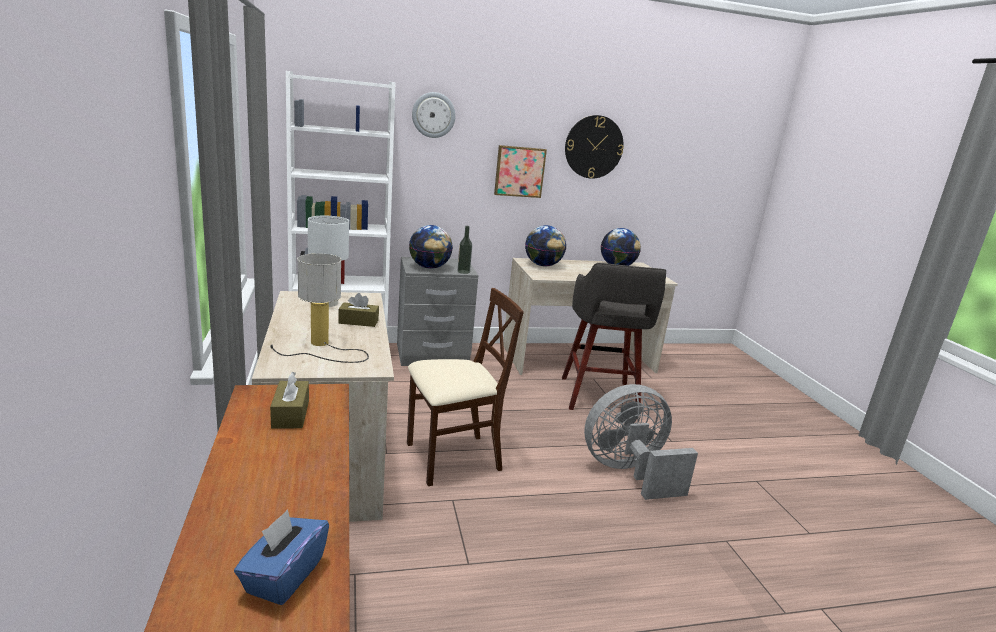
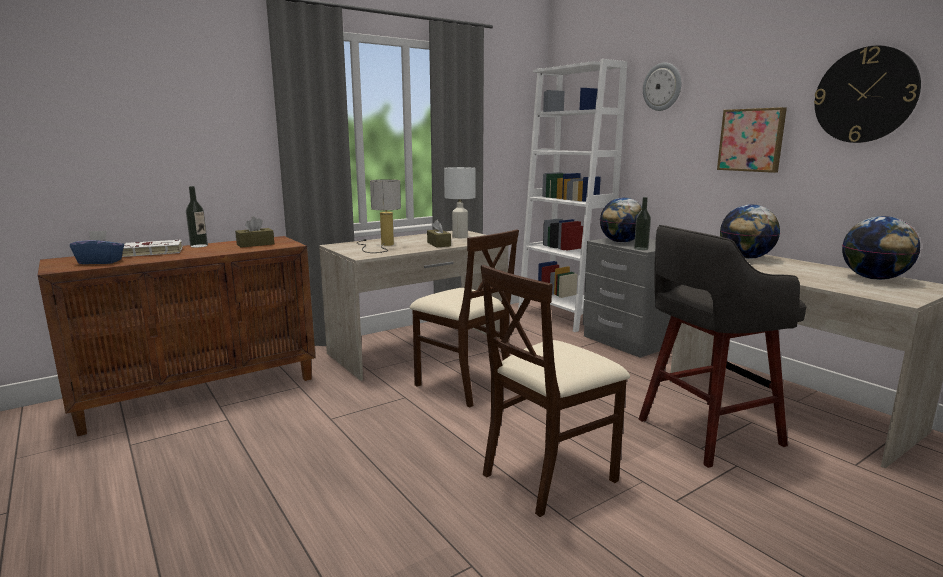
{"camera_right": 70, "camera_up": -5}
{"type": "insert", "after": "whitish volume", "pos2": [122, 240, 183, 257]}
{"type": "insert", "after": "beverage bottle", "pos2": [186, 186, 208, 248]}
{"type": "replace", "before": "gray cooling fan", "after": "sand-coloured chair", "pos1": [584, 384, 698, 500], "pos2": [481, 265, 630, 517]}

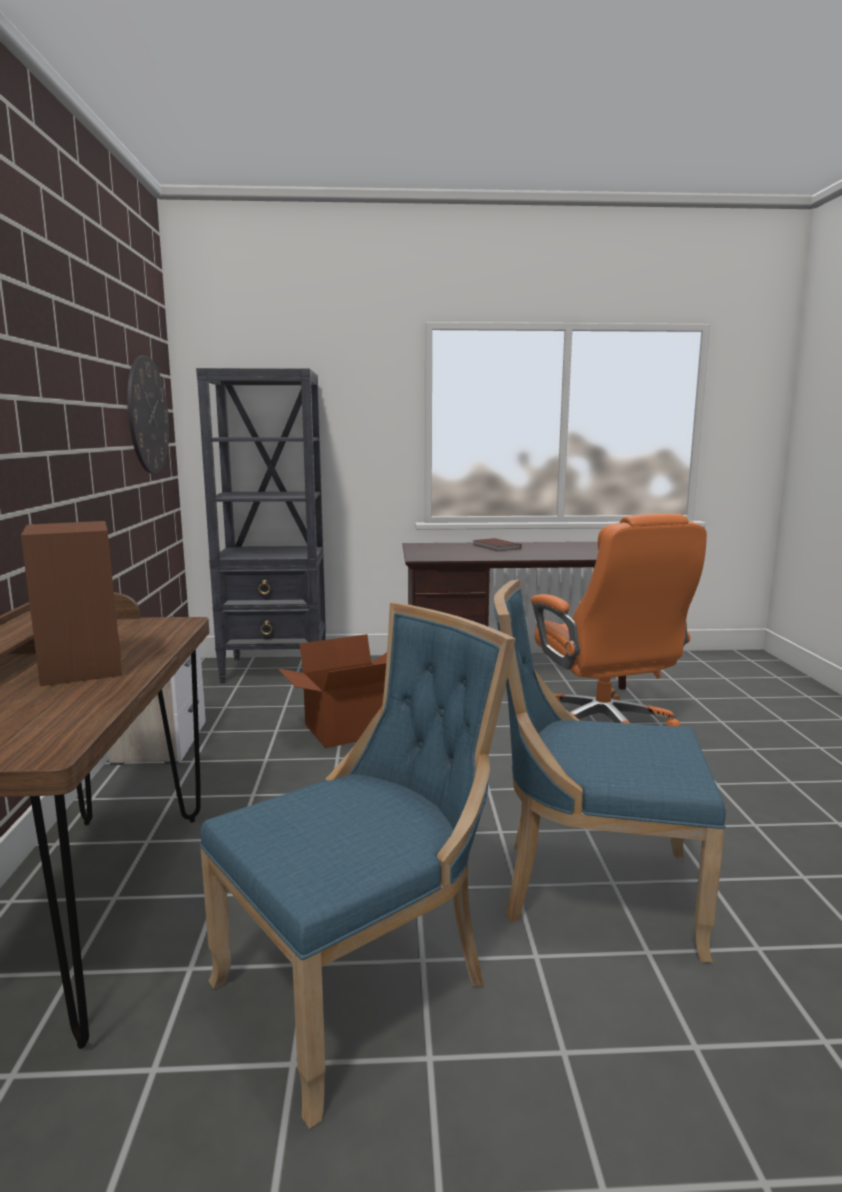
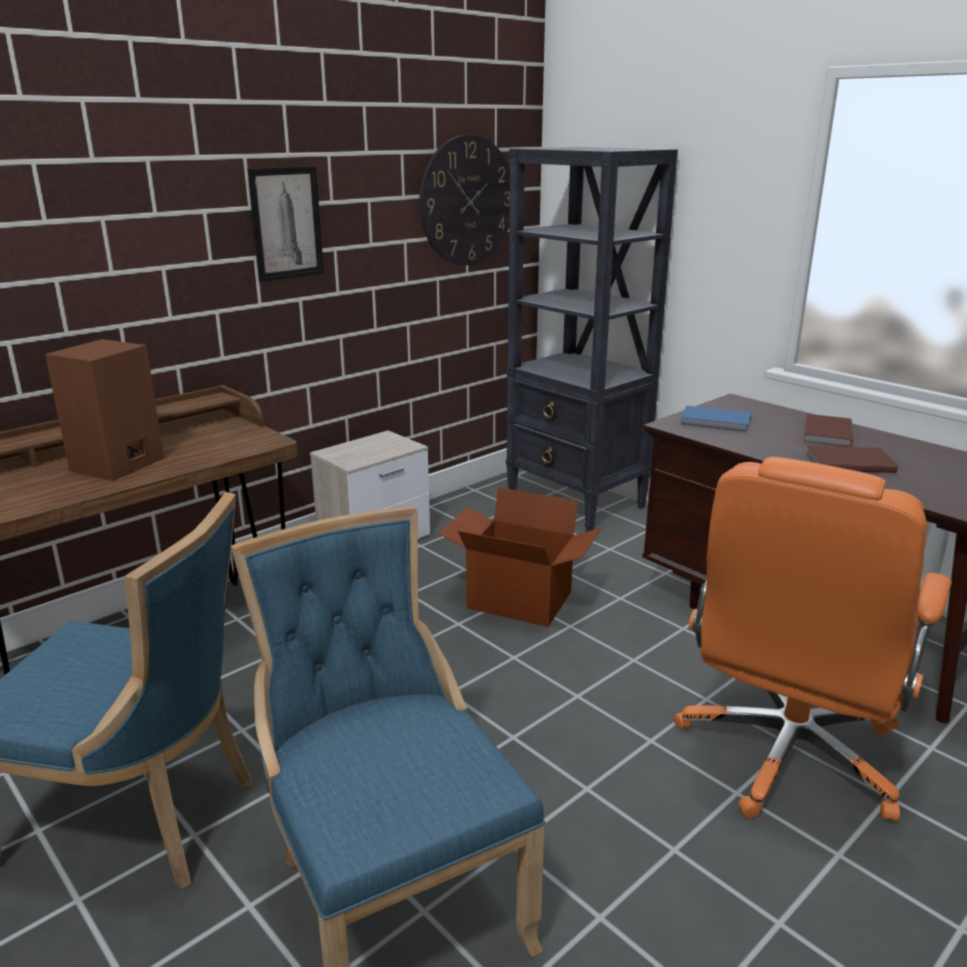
{"camera_right": 50, "camera_up": 10}
{"type": "insert", "after": "wall art", "pos2": [247, 166, 324, 282]}
{"type": "insert", "after": "bluish volume", "pos2": [679, 406, 752, 432]}
{"type": "insert", "after": "brown-coloured volume", "pos2": [806, 446, 898, 473]}

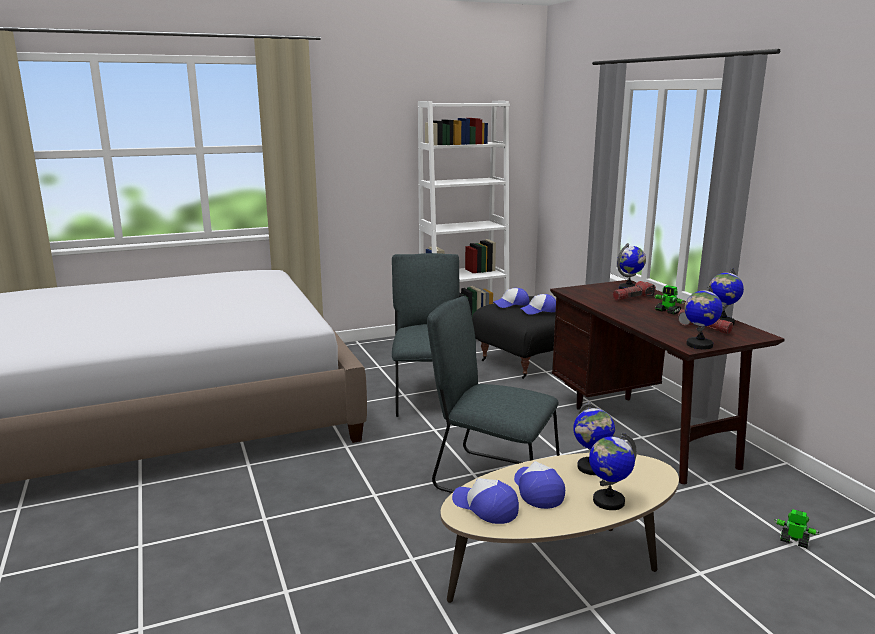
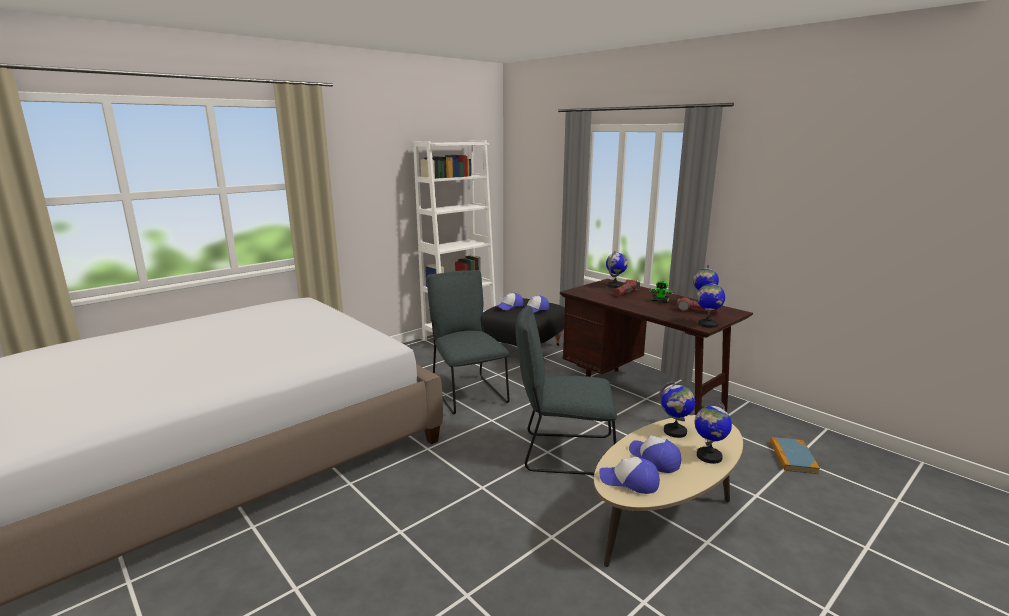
{"camera_right": -20, "camera_up": 0}
{"type": "replace", "before": "model robot", "after": "volume", "pos1": [774, 509, 819, 548], "pos2": [770, 437, 820, 474]}

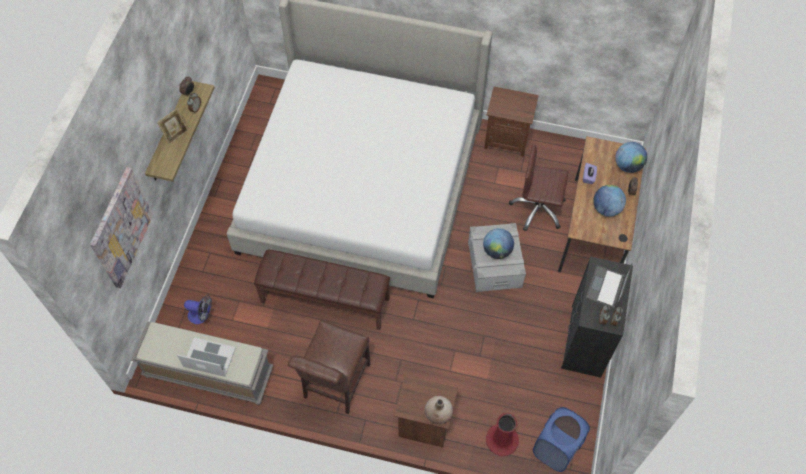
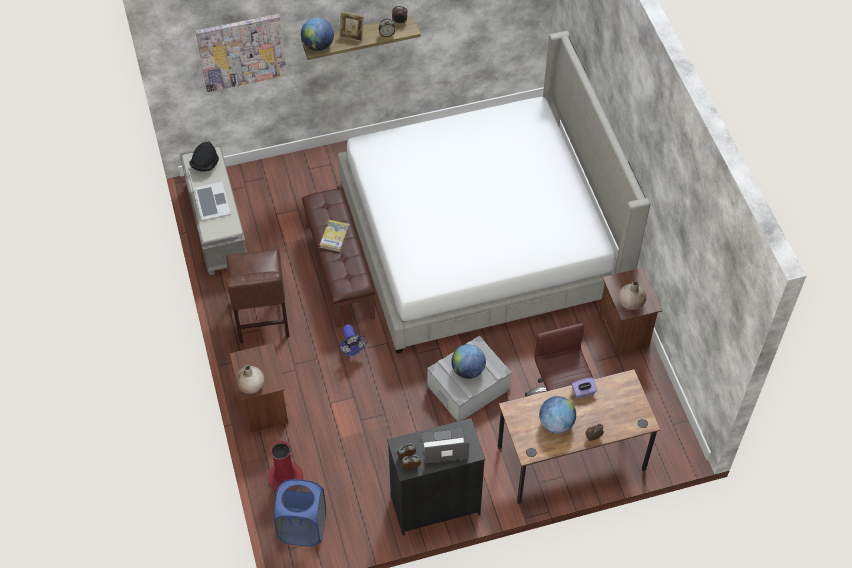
{"camera_right": 60, "camera_up": -5}
{"type": "insert", "after": "black hat", "pos2": [189, 142, 219, 172]}
{"type": "rotate", "before": "brown-coloured chair", "pos1": [288, 320, 370, 414], "pos2": [226, 249, 290, 343], "turn": -90}
{"type": "move", "before": "globe", "pos1": [615, 142, 647, 173], "pos2": [301, 17, 334, 51]}
{"type": "insert", "after": "volume", "pos2": [320, 220, 350, 252]}
{"type": "move", "before": "cooling fan", "pos1": [184, 295, 212, 324], "pos2": [339, 324, 368, 356]}
{"type": "insert", "after": "sand-coloured decorative vase", "pos2": [618, 281, 646, 310]}

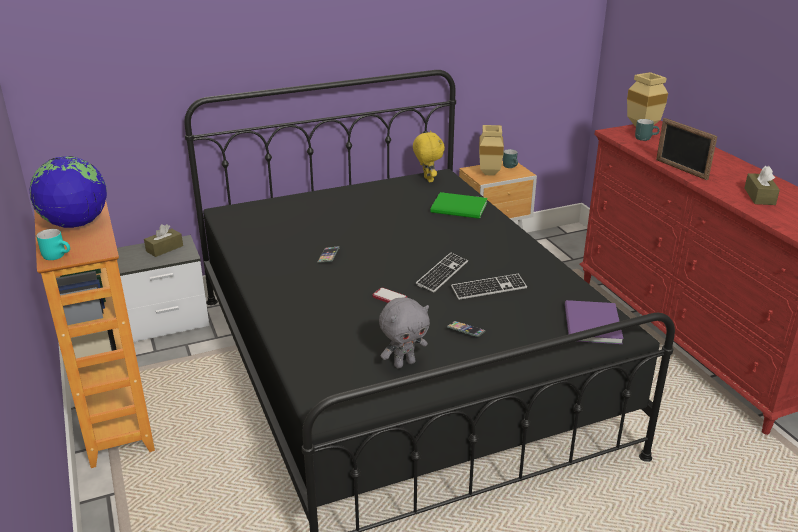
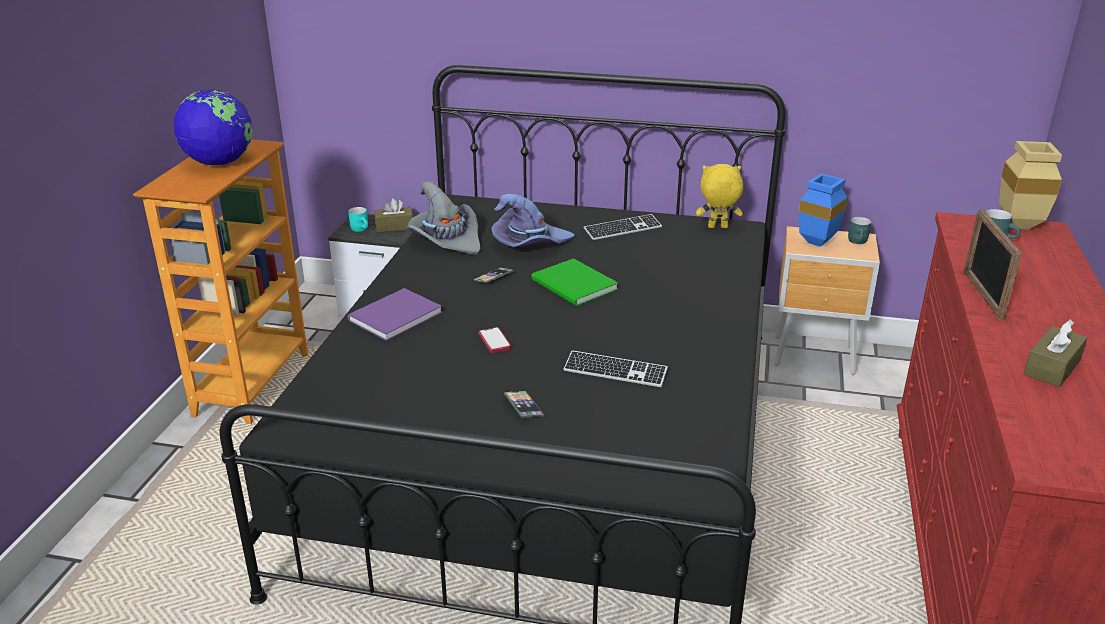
{"camera_right": 35, "camera_up": 0}
{"type": "move", "before": "purple-coloured volume", "pos1": [565, 300, 623, 344], "pos2": [347, 288, 442, 341]}
{"type": "move", "before": "turquoise-coloured mug", "pos1": [36, 229, 70, 260], "pos2": [348, 207, 368, 232]}
{"type": "insert", "after": "gray hat", "pos2": [407, 181, 481, 255]}
{"type": "insert", "after": "purple-coloured hat", "pos2": [492, 194, 575, 247]}
{"type": "move", "before": "greenish volume", "pos1": [430, 192, 487, 219], "pos2": [531, 258, 618, 306]}
{"type": "move", "before": "PC keyboard", "pos1": [416, 253, 468, 292], "pos2": [584, 214, 662, 240]}
{"type": "rotate", "before": "yellowish cuddly toy", "pos1": [413, 131, 445, 182], "pos2": [696, 164, 743, 228], "turn": -105}
{"type": "recolor", "before": "sand-coloured decorative vase", "after": "bluish decorative vase", "pos1": [479, 125, 504, 176], "pos2": [799, 173, 848, 247]}
{"type": "delete", "before": "gray cuddly toy", "pos1": [379, 297, 430, 369]}

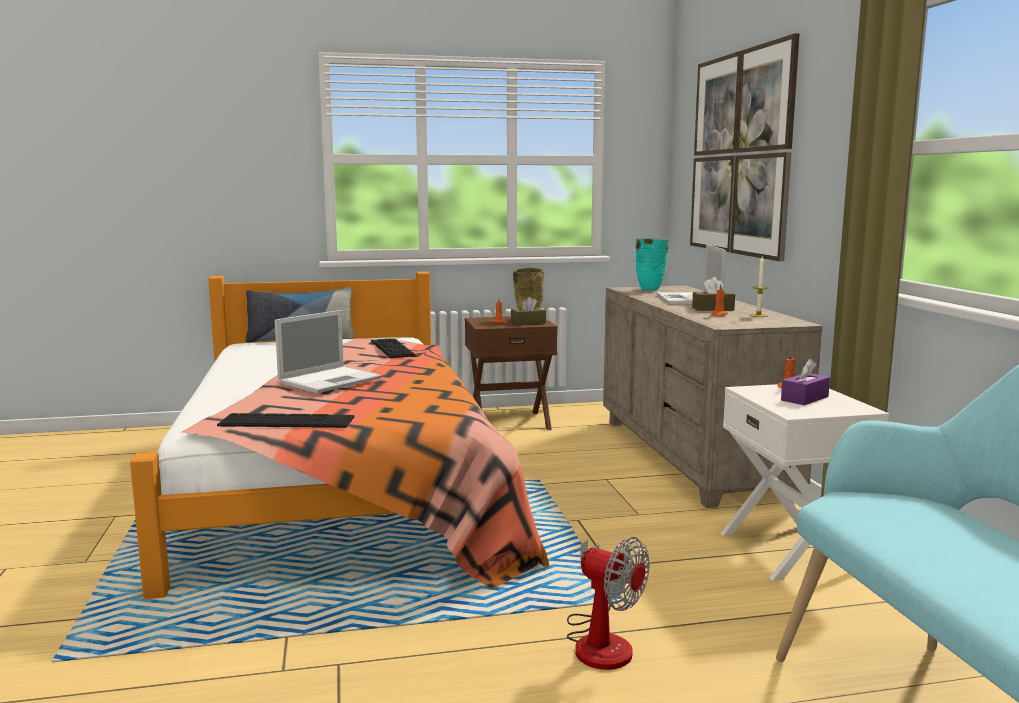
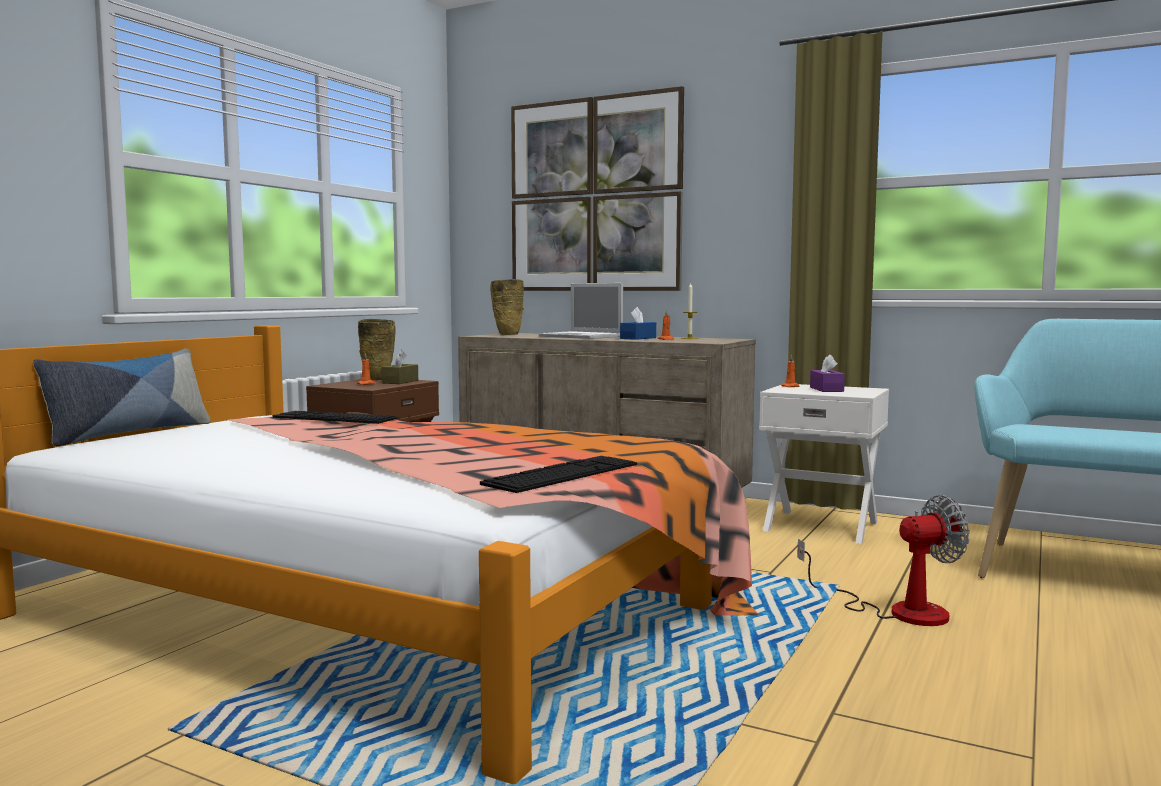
{"camera_right": -50, "camera_up": -5}
{"type": "recolor", "before": "turquoise-coloured decorative vase", "after": "sand-coloured decorative vase", "pos1": [636, 238, 669, 290], "pos2": [490, 279, 524, 335]}
{"type": "recolor", "before": "brown-coloured tissue box", "after": "bluish tissue box", "pos1": [692, 277, 735, 311], "pos2": [620, 307, 656, 340]}
{"type": "delete", "before": "portable computer", "pos1": [275, 310, 382, 393]}

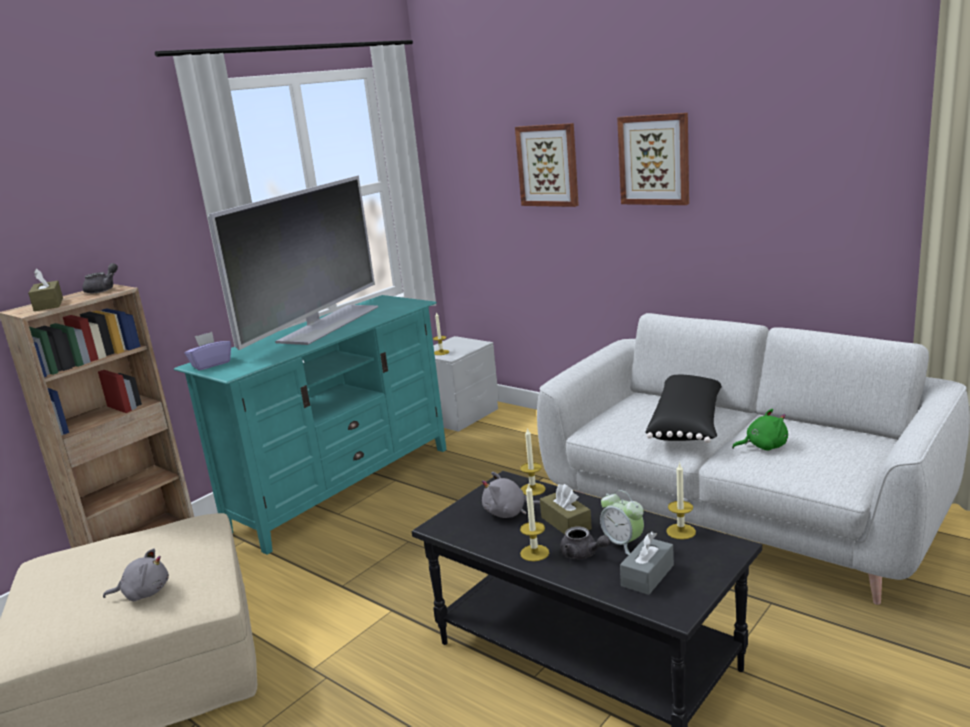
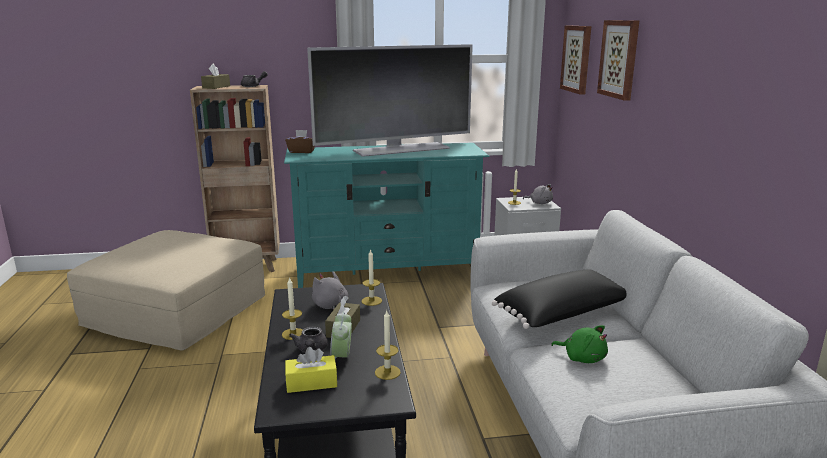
{"camera_right": 40, "camera_up": 0}
{"type": "recolor", "before": "purple-coloured tissue box", "after": "brown-coloured tissue box", "pos1": [185, 332, 231, 370], "pos2": [285, 130, 315, 153]}
{"type": "recolor", "before": "gray tissue box", "after": "yellowish tissue box", "pos1": [620, 532, 674, 595], "pos2": [285, 347, 337, 393]}
{"type": "move", "before": "gray cuddly toy", "pos1": [103, 548, 169, 601], "pos2": [523, 184, 553, 204]}
{"type": "move", "before": "wall art", "pos1": [617, 113, 689, 205], "pos2": [560, 26, 591, 95]}

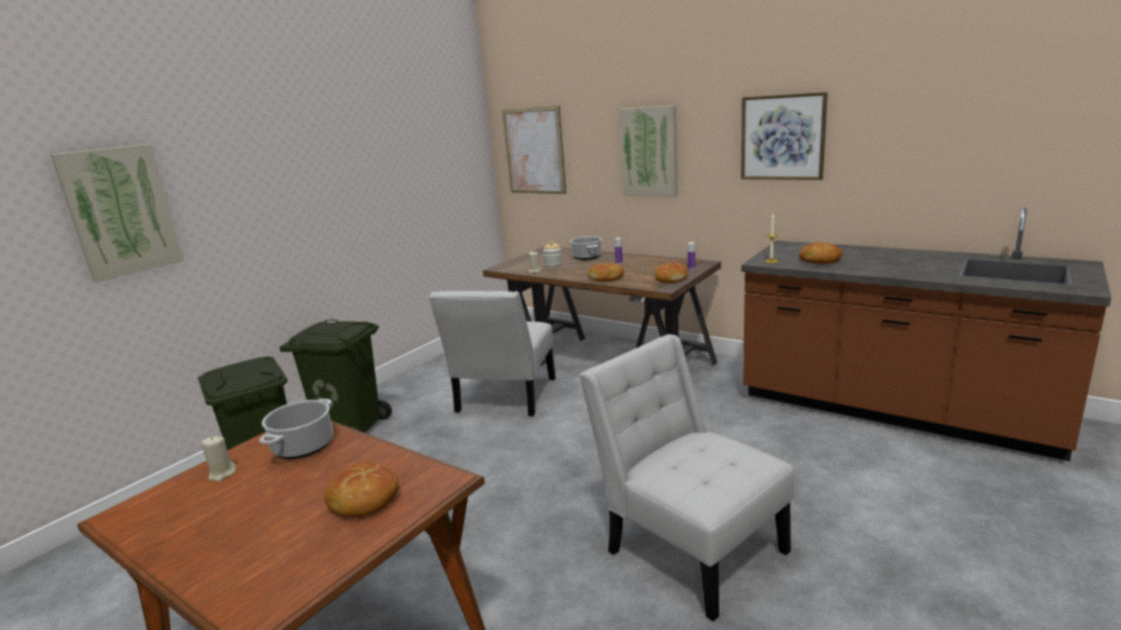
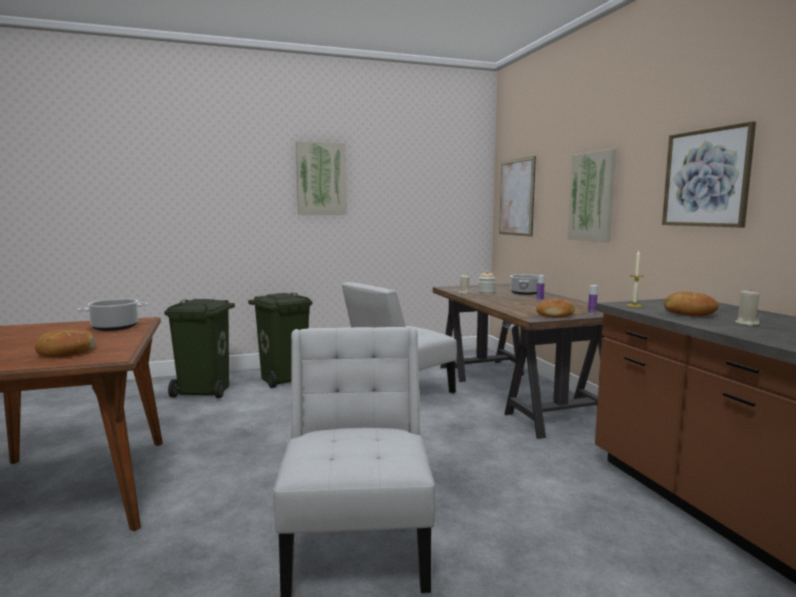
{"camera_right": 35, "camera_up": -10}
{"type": "move", "before": "wall art", "pos1": [50, 144, 184, 282], "pos2": [296, 141, 347, 215]}
{"type": "move", "before": "sand-coloured candle", "pos1": [201, 436, 237, 481], "pos2": [735, 290, 760, 326]}
{"type": "delete", "before": "bakery bread", "pos1": [588, 263, 624, 281]}

